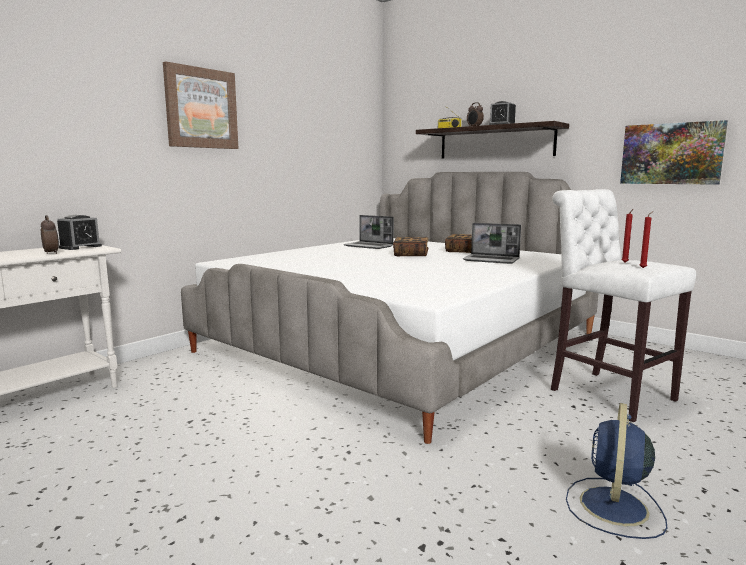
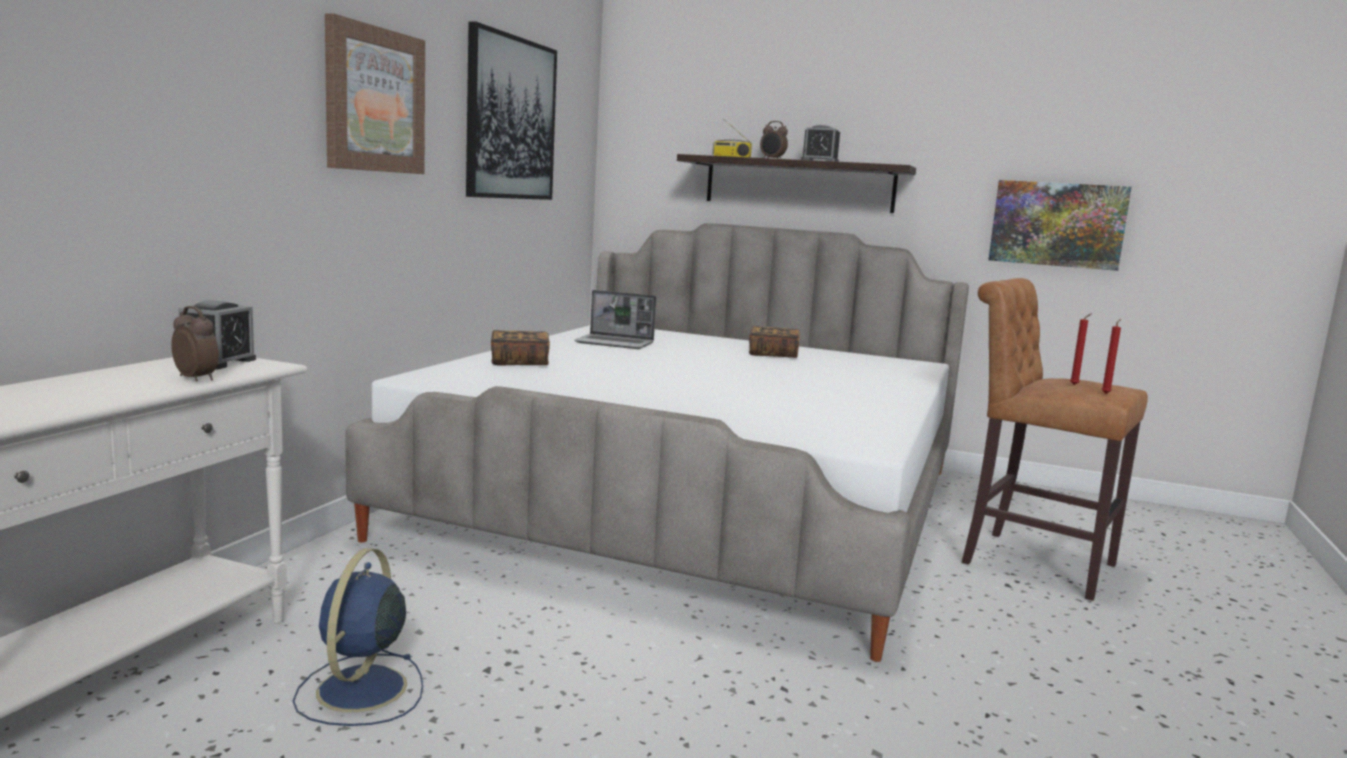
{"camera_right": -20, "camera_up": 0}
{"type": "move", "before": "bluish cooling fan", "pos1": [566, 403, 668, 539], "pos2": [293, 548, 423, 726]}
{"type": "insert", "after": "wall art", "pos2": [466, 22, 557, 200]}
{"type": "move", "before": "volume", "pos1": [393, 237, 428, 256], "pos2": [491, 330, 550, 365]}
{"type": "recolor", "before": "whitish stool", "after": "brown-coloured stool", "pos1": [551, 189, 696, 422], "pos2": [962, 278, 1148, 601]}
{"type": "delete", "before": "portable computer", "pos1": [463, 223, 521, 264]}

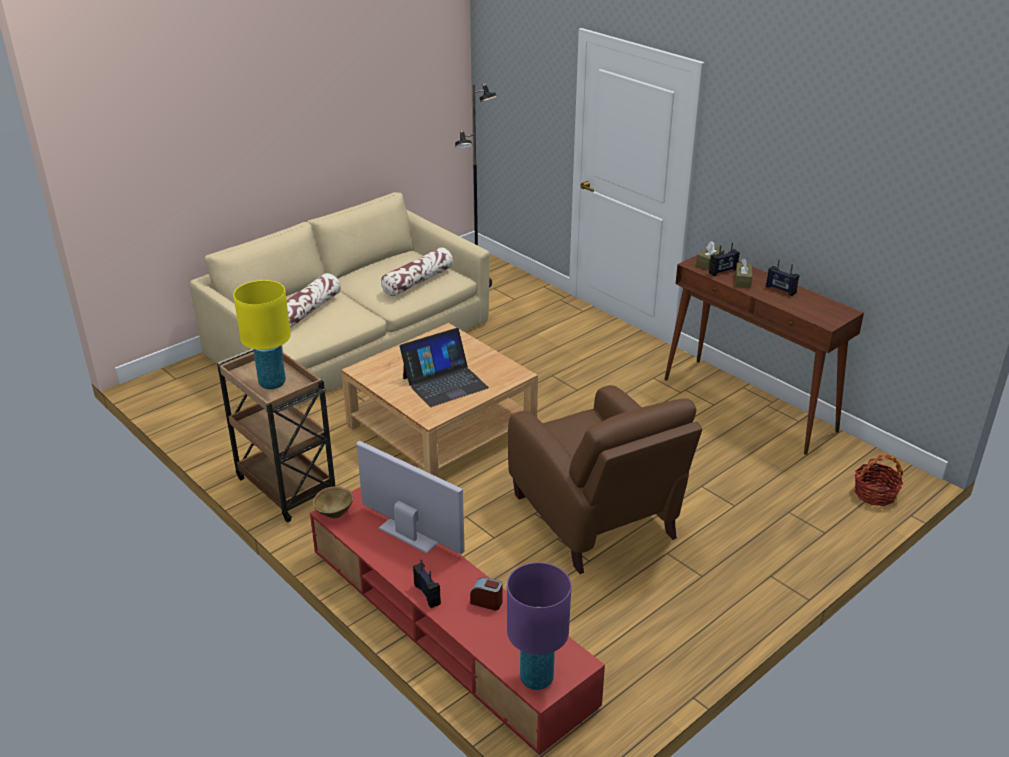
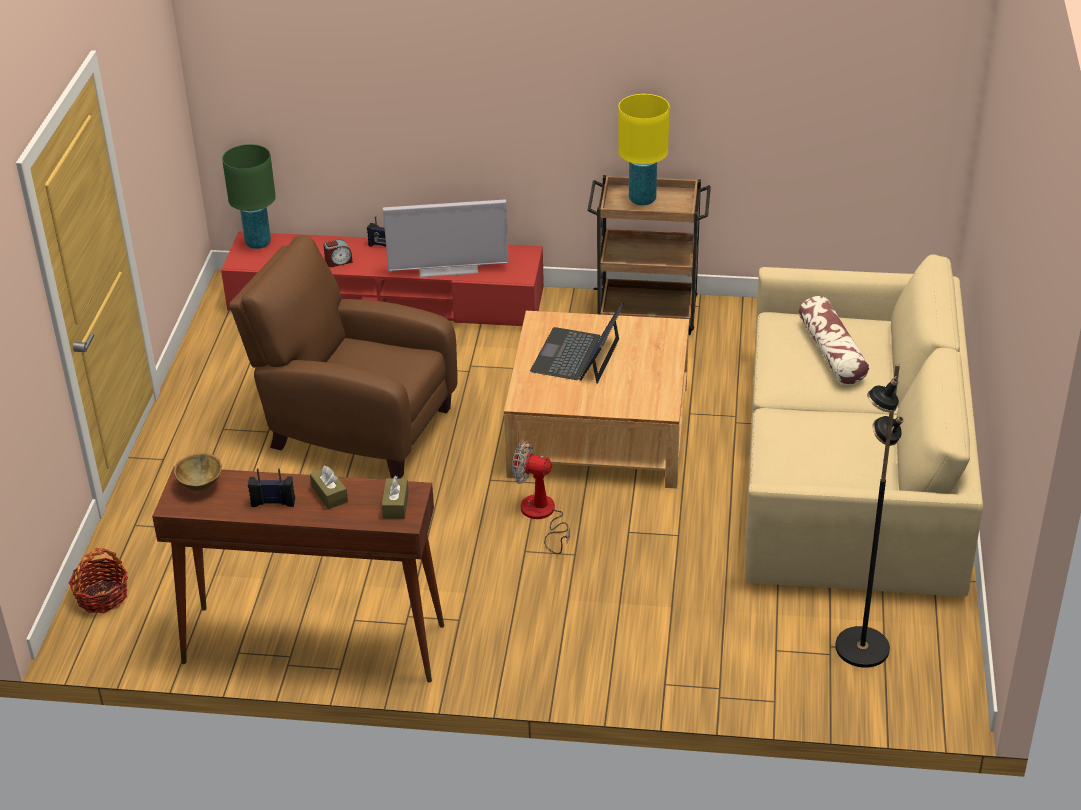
{"camera_right": 140, "camera_up": 5}
{"type": "move", "before": "brown-coloured deep dish", "pos1": [313, 486, 354, 519], "pos2": [174, 453, 222, 492]}
{"type": "recolor", "before": "purple-coloured table lamp", "after": "greenish table lamp", "pos1": [507, 562, 571, 690], "pos2": [222, 144, 276, 249]}
{"type": "insert", "after": "cooling fan", "pos2": [512, 441, 570, 554]}
{"type": "delete", "before": "throw pillow", "pos1": [381, 248, 453, 296]}
{"type": "delete", "before": "radio", "pos1": [709, 242, 740, 276]}

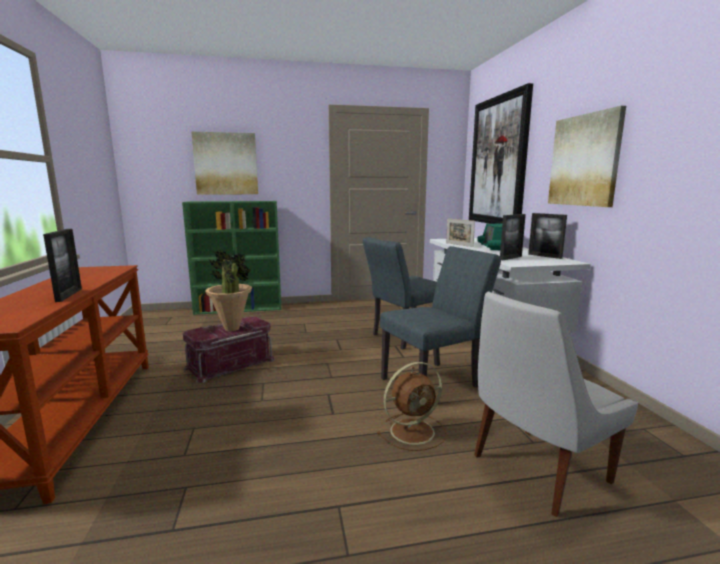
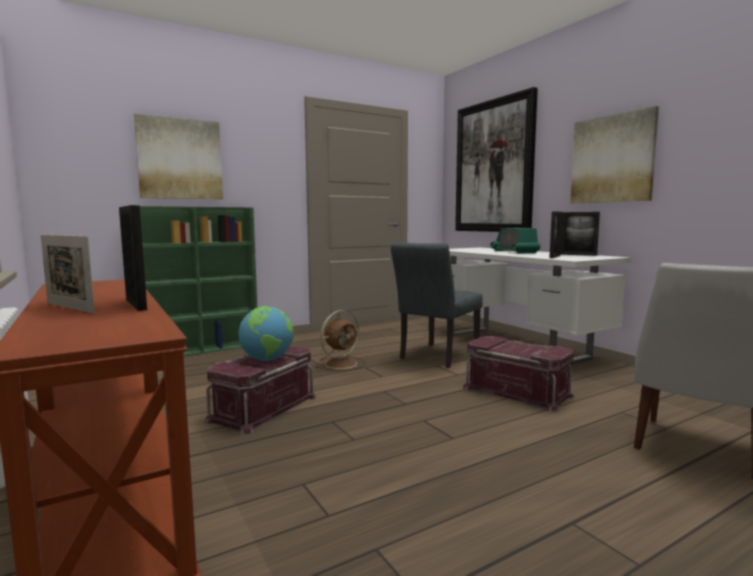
{"camera_right": -20, "camera_up": -5}
{"type": "move", "before": "photo frame", "pos1": [446, 218, 475, 247], "pos2": [41, 235, 95, 314]}
{"type": "replace", "before": "potted plant", "after": "globe", "pos1": [205, 249, 252, 331], "pos2": [239, 306, 294, 361]}
{"type": "move", "before": "brown-coloured cooling fan", "pos1": [377, 362, 447, 451], "pos2": [315, 310, 366, 371]}
{"type": "replace", "before": "gray chair", "after": "red-coloured storage bin", "pos1": [380, 246, 501, 388], "pos2": [463, 336, 575, 412]}

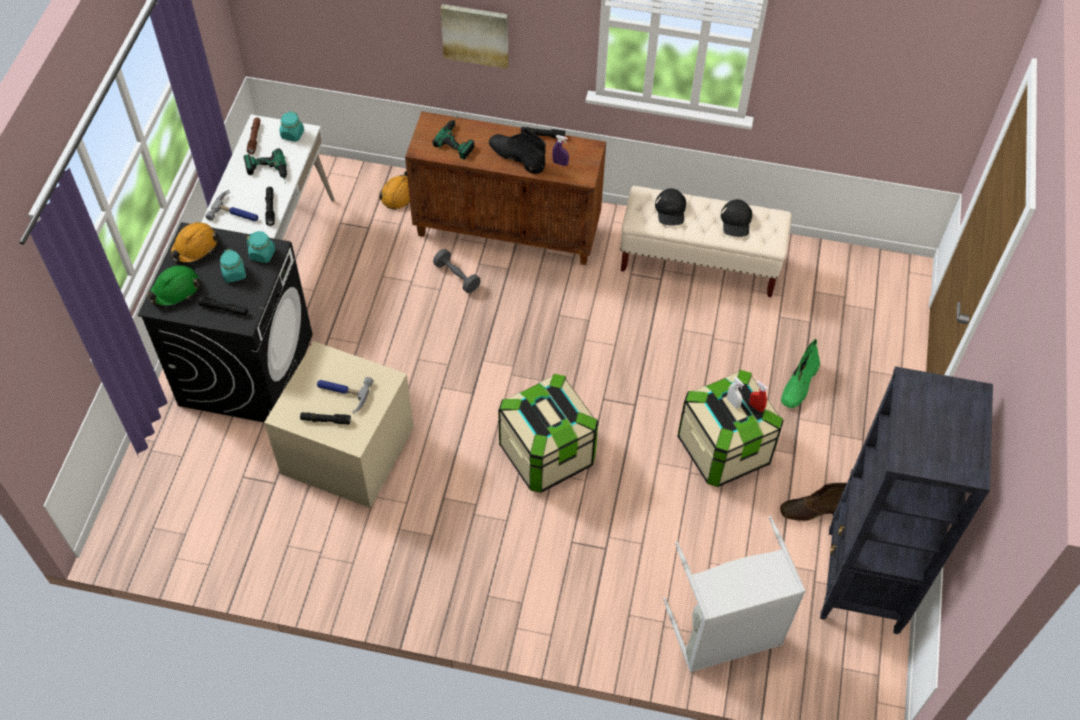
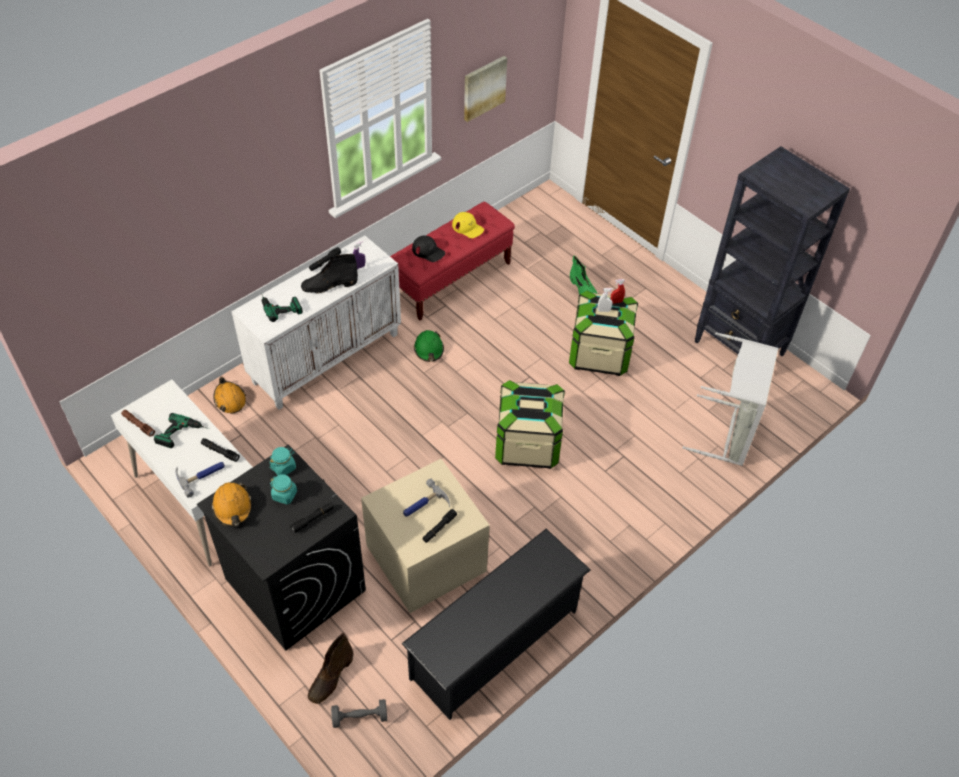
{"camera_right": -55, "camera_up": -5}
{"type": "recolor", "before": "brown-coloured cupboard", "after": "whitish cupboard", "pos1": [405, 111, 606, 265], "pos2": [231, 235, 401, 410]}
{"type": "move", "before": "brown-coloured high-top boot", "pos1": [780, 483, 847, 522], "pos2": [308, 633, 353, 704]}
{"type": "move", "before": "gray free weight", "pos1": [433, 249, 480, 293], "pos2": [331, 699, 387, 728]}
{"type": "recolor", "before": "sand-coloured bench", "after": "red-coloured bench", "pos1": [620, 186, 792, 297], "pos2": [390, 202, 515, 320]}
{"type": "insert", "after": "black shoe stand", "pos2": [402, 529, 591, 720]}
{"type": "move", "before": "greenish hard hat", "pos1": [147, 265, 201, 307], "pos2": [414, 330, 444, 362]}
{"type": "recolor", "before": "black peaked cap", "after": "yellowish peaked cap", "pos1": [721, 199, 752, 237], "pos2": [452, 212, 484, 238]}
{"type": "move", "before": "wall art", "pos1": [440, 4, 508, 69], "pos2": [464, 56, 507, 122]}
{"type": "delete", "before": "turquoise-coloured jar", "pos1": [280, 111, 304, 142]}

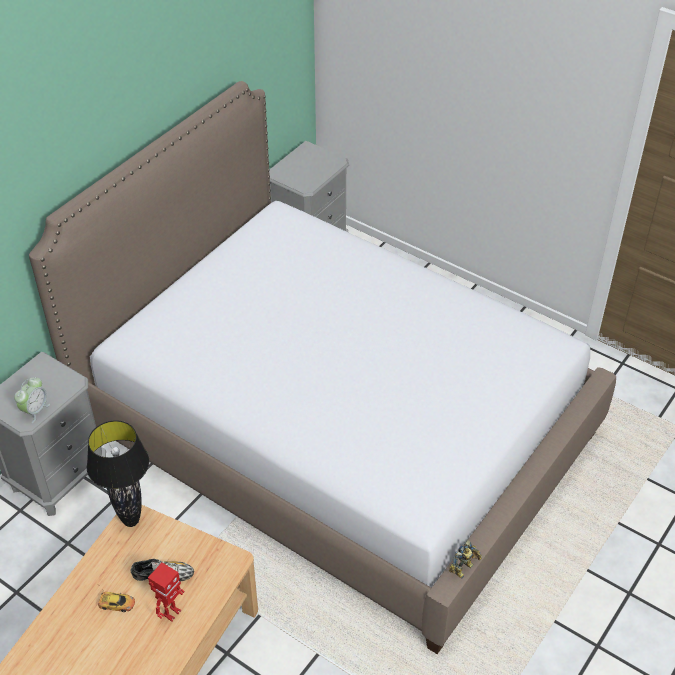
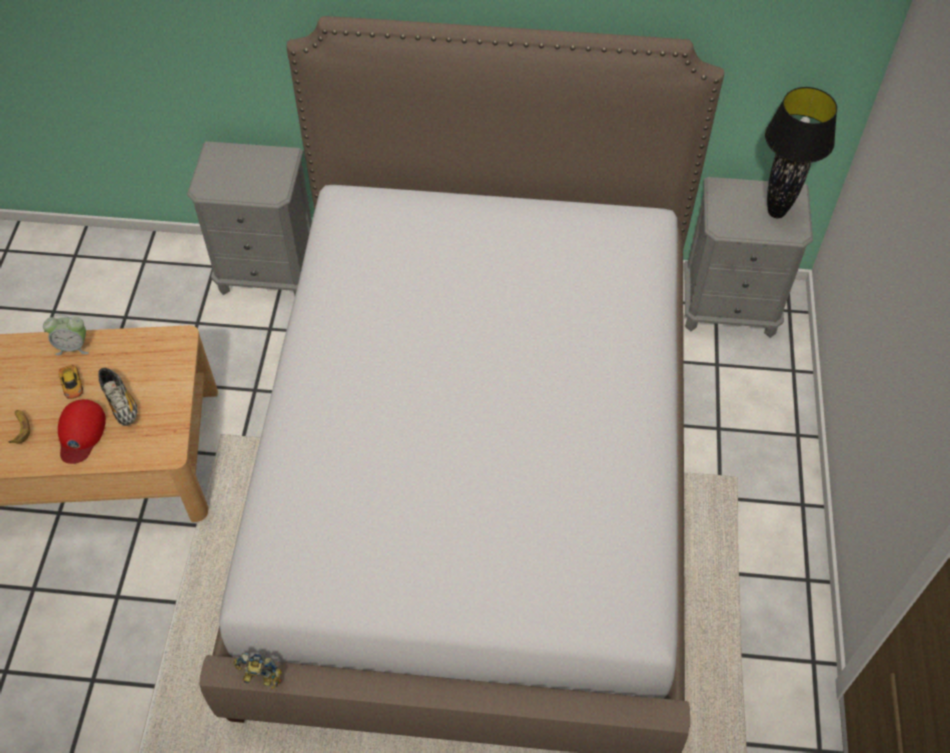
{"camera_right": 60, "camera_up": 10}
{"type": "insert", "after": "banana", "pos2": [8, 410, 30, 444]}
{"type": "move", "before": "bedside clock", "pos1": [14, 377, 50, 423], "pos2": [43, 315, 89, 355]}
{"type": "replace", "before": "model robot", "after": "red-coloured peaked cap", "pos1": [148, 563, 184, 622], "pos2": [58, 399, 106, 464]}
{"type": "move", "before": "black table lamp", "pos1": [87, 420, 150, 527], "pos2": [765, 87, 837, 218]}

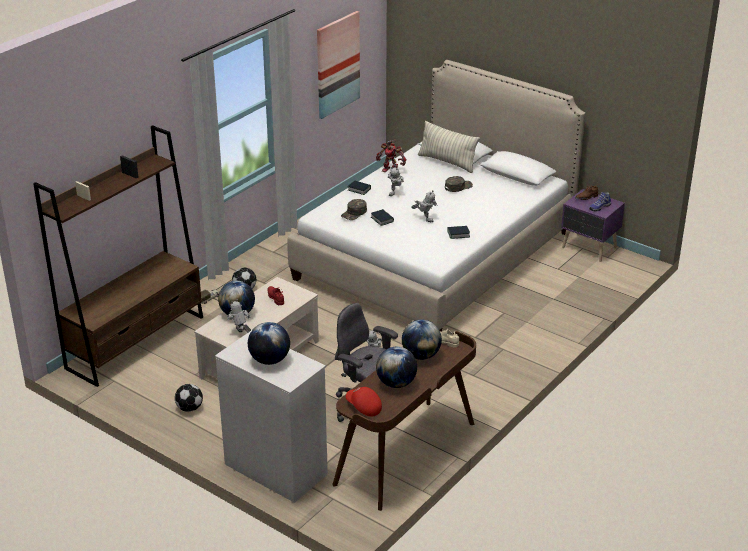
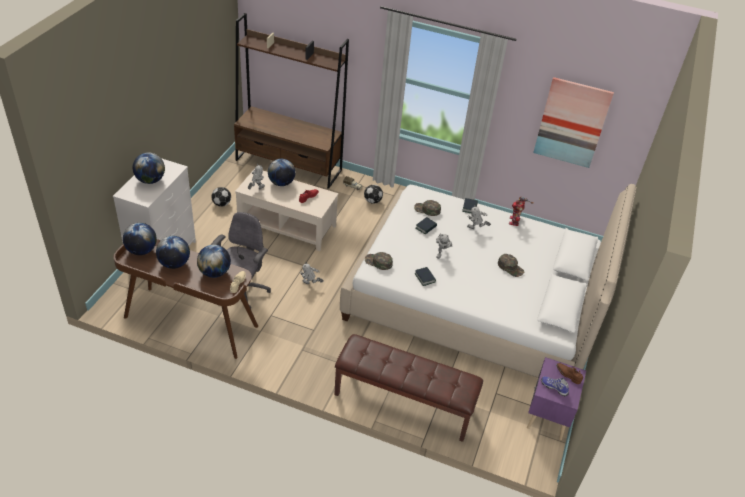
{"camera_right": 70, "camera_up": 10}
{"type": "replace", "before": "red-coloured peaked cap", "after": "globe", "pos1": [346, 387, 382, 417], "pos2": [123, 223, 157, 255]}
{"type": "insert", "after": "brown-coloured bench", "pos2": [335, 334, 483, 442]}
{"type": "insert", "after": "greenish peaked cap", "pos2": [365, 252, 393, 270]}
{"type": "delete", "before": "throw pillow", "pos1": [418, 121, 480, 173]}

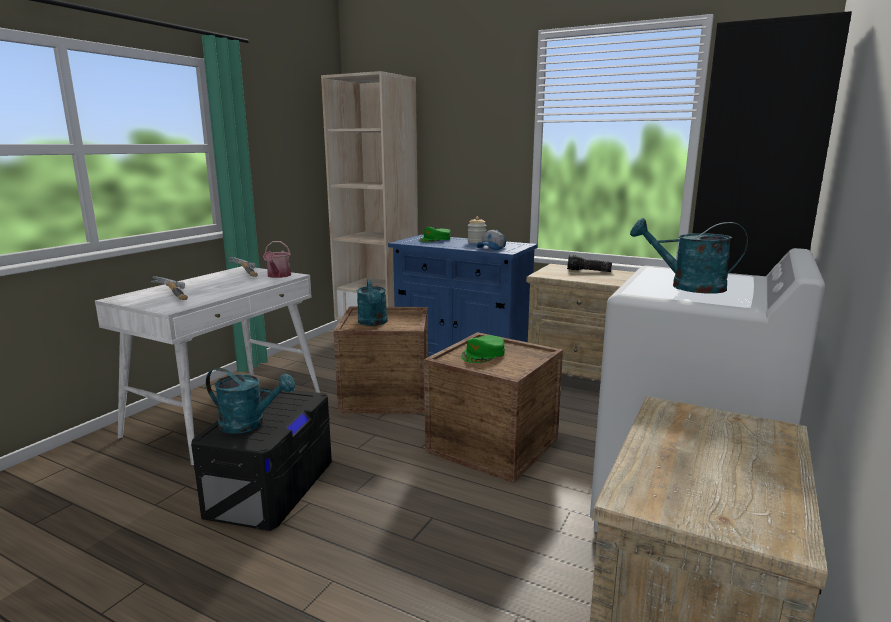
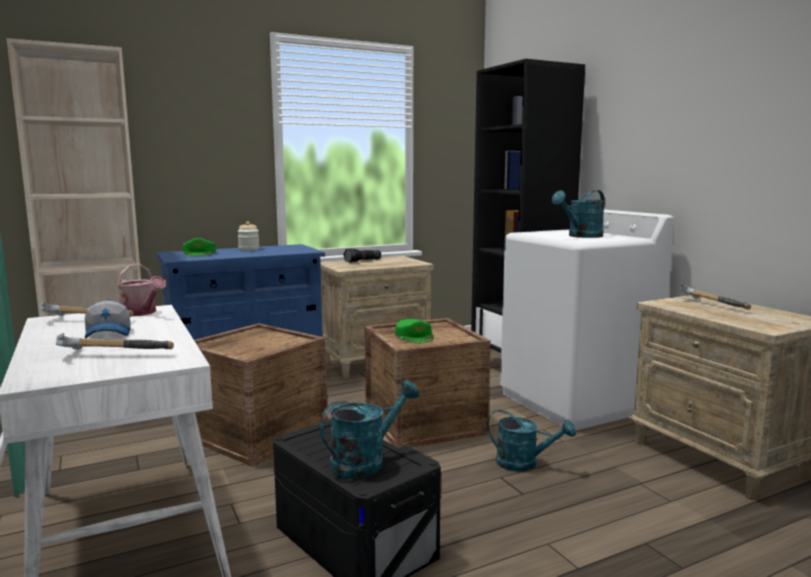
{"camera_right": -55, "camera_up": -5}
{"type": "move", "before": "peaked cap", "pos1": [477, 230, 506, 250], "pos2": [85, 300, 131, 339]}
{"type": "move", "before": "turquoise-coloured watering pot", "pos1": [357, 278, 388, 326], "pos2": [487, 410, 576, 472]}
{"type": "insert", "after": "hammer", "pos2": [679, 283, 751, 310]}

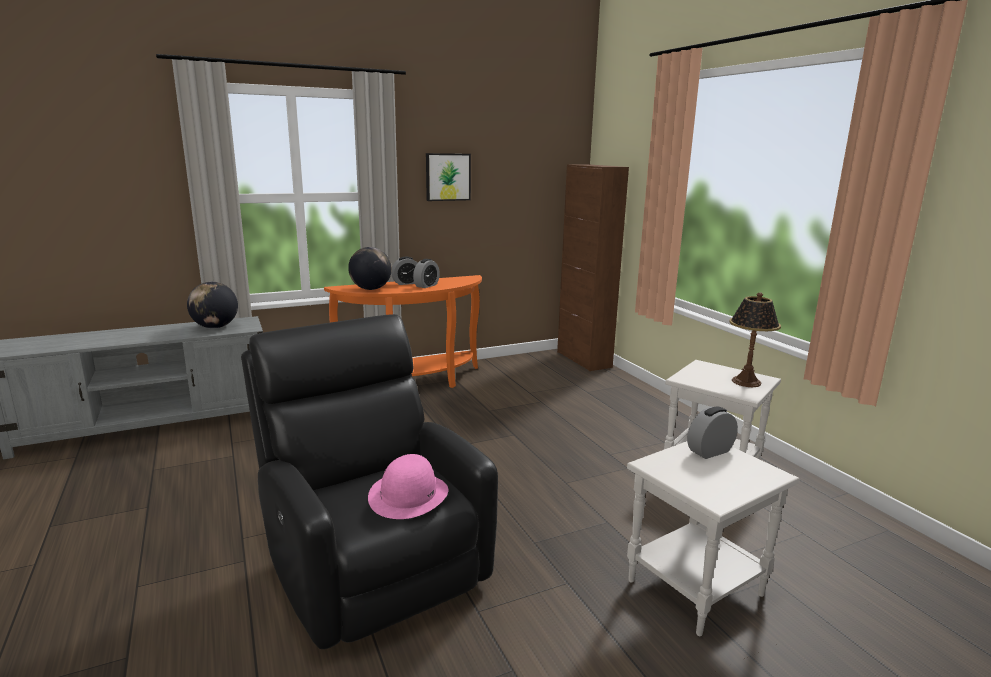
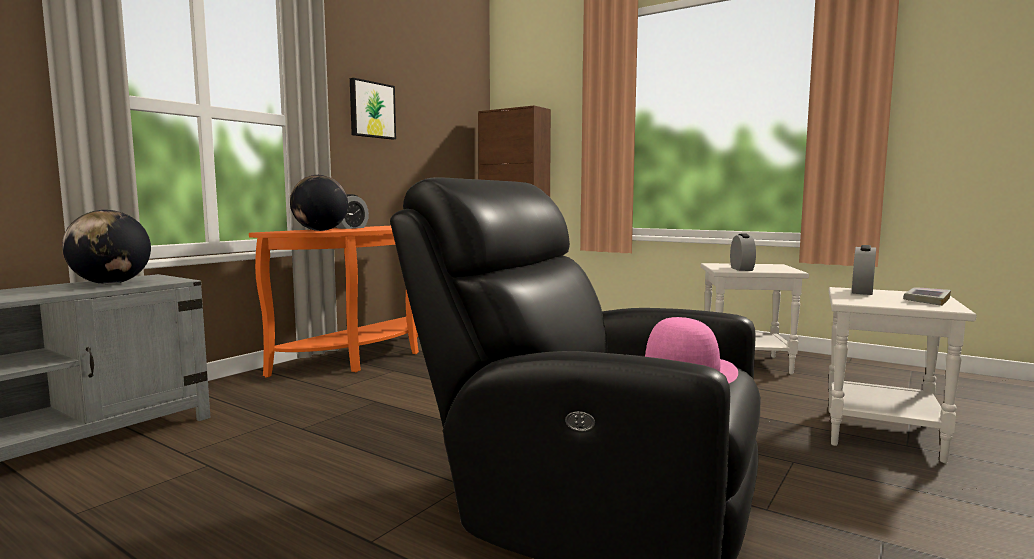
{"camera_right": -30, "camera_up": -10}
{"type": "move", "before": "bedside clock", "pos1": [413, 259, 440, 288], "pos2": [730, 234, 756, 271]}
{"type": "insert", "after": "volume", "pos2": [903, 287, 951, 306]}
{"type": "delete", "before": "table lamp", "pos1": [730, 292, 781, 387]}

